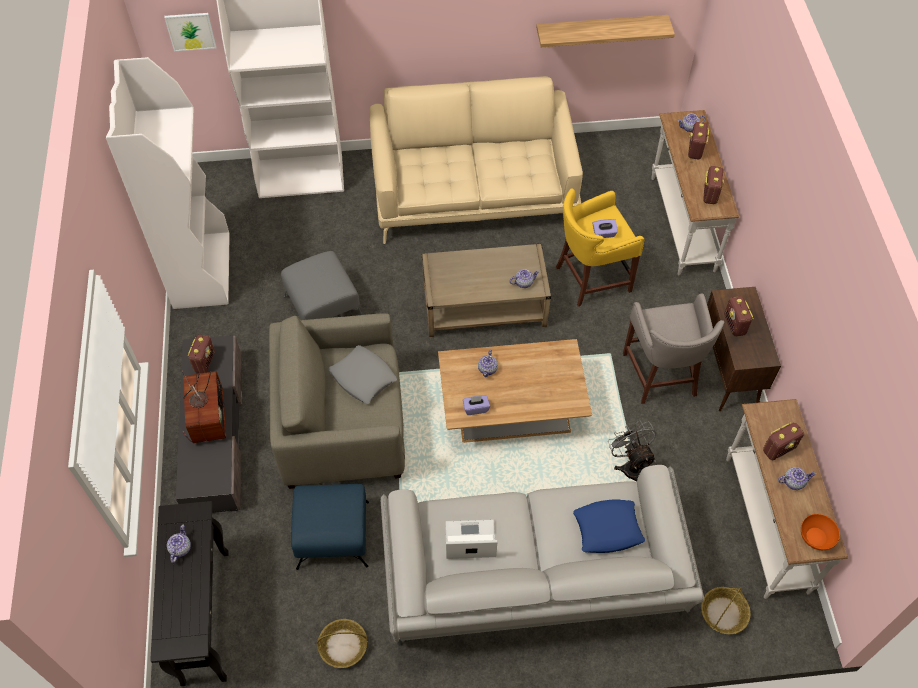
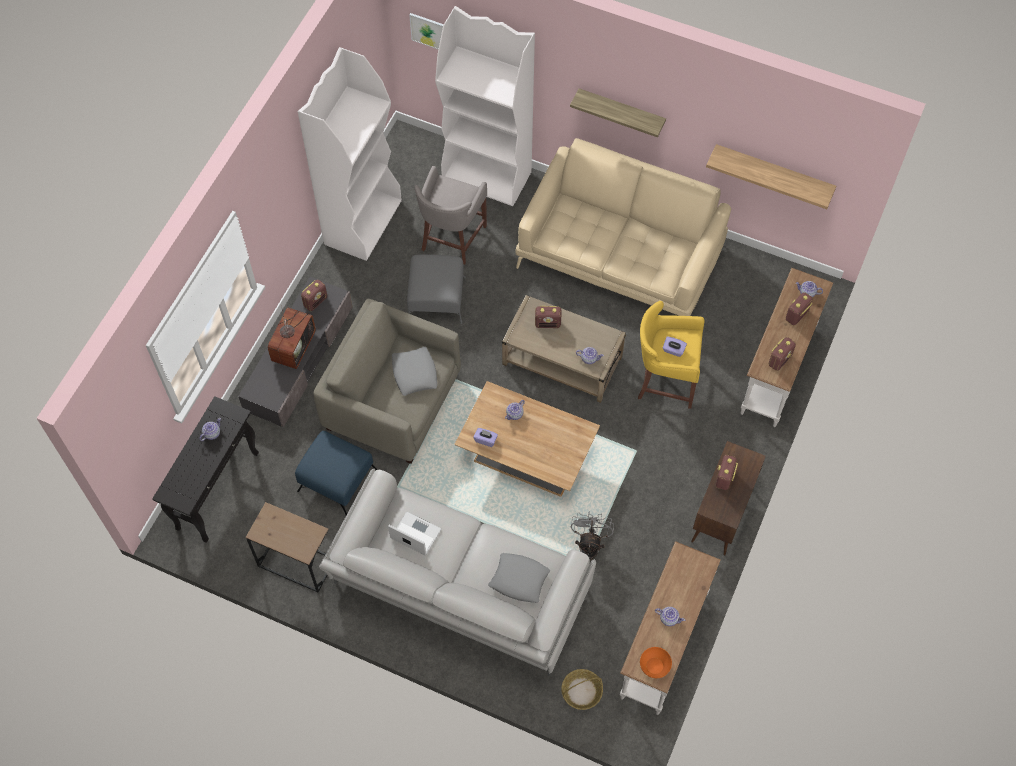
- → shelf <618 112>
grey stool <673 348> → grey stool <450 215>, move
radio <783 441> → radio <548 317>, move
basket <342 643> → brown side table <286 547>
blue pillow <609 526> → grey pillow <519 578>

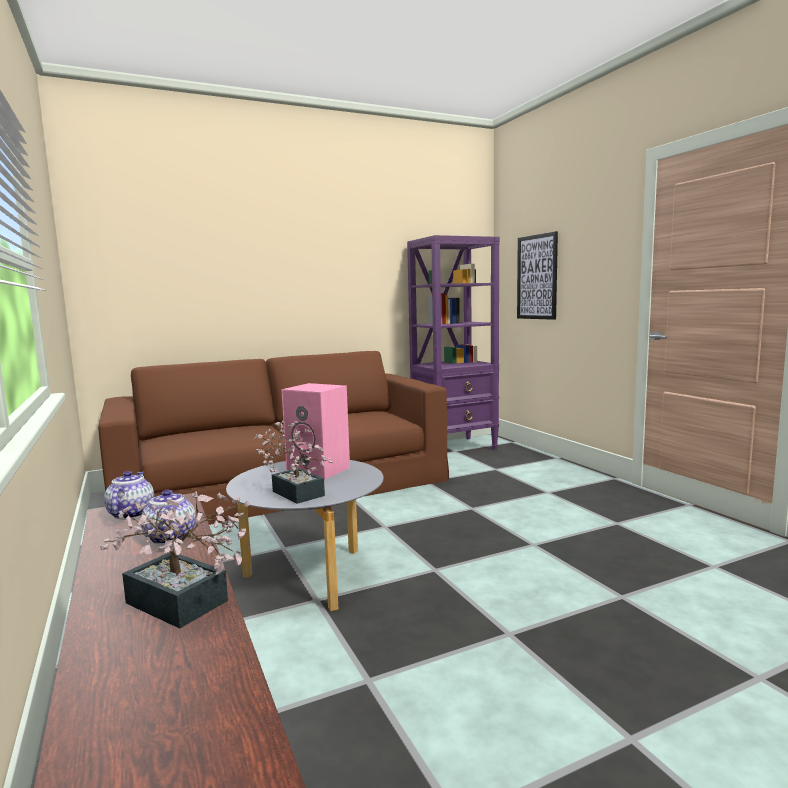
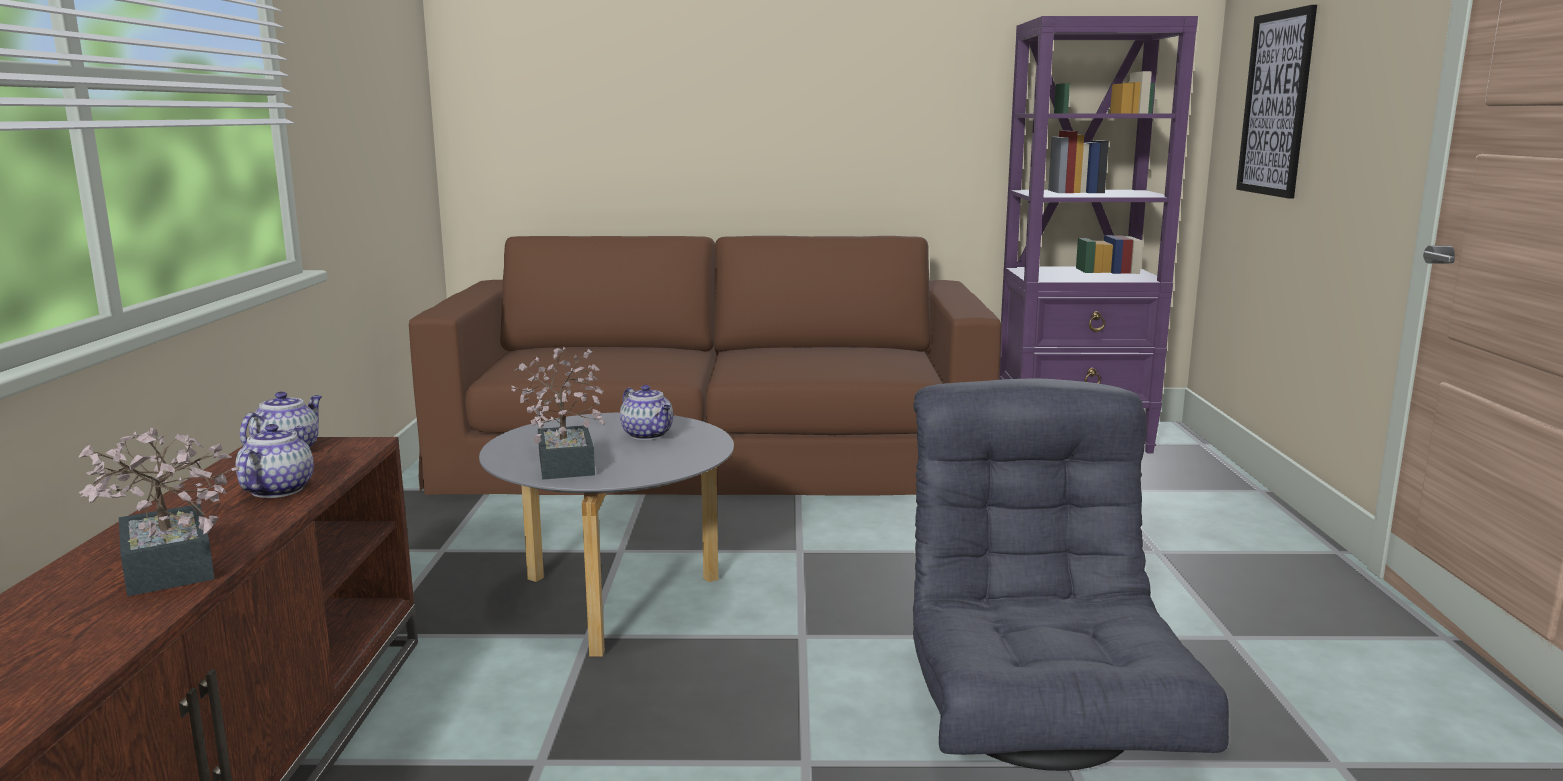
- → grey armchair <1071 575>
pink speaker <315 431> → teapot <646 412>

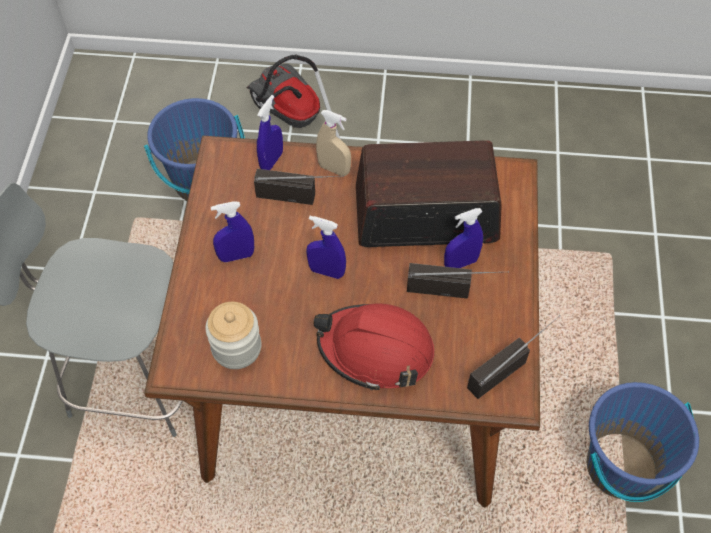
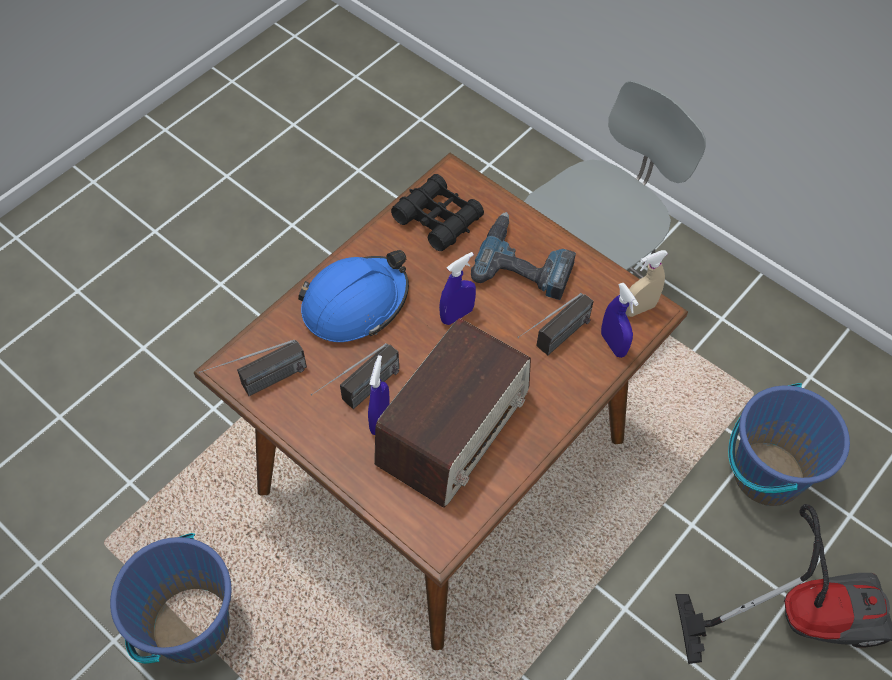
beige spray bottle <333 143> → beige spray bottle <647 283>, move
jar <233 335> → black binoculars <437 212>
blue spray bottle <232 231> → power drill <523 256>
red hard hat <374 347> → blue hard hat <353 296>
radio <513 357> → radio <253 367>, 60 degrees clockwise

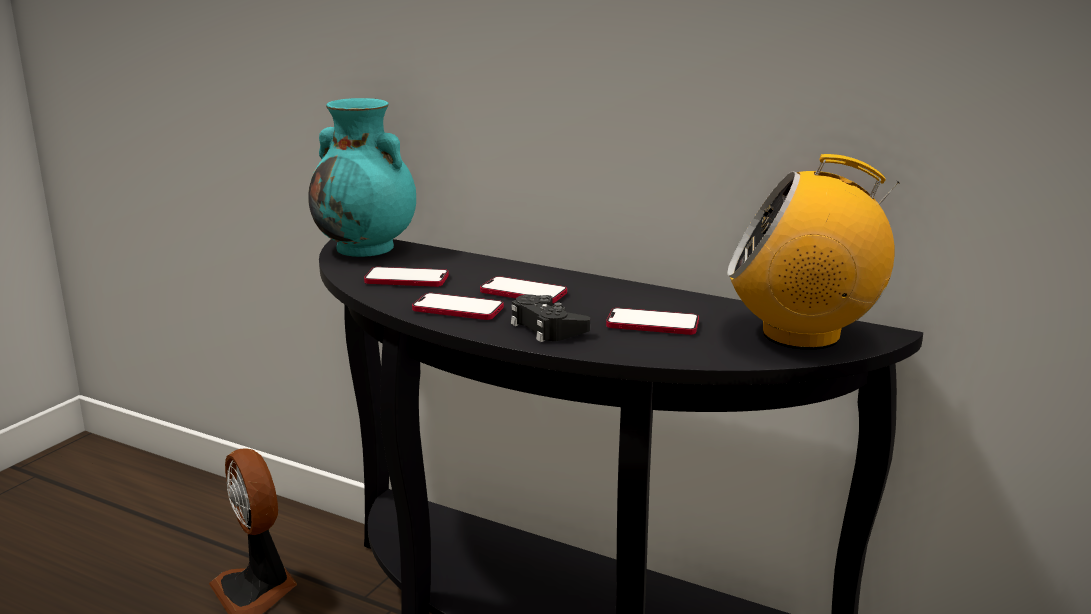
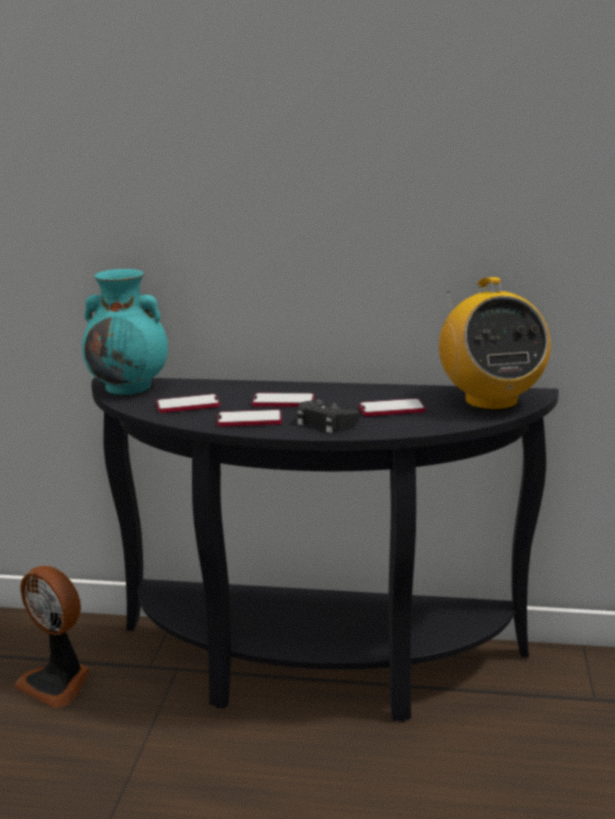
radio <813 252> → radio <495 344>, 90 degrees counterclockwise

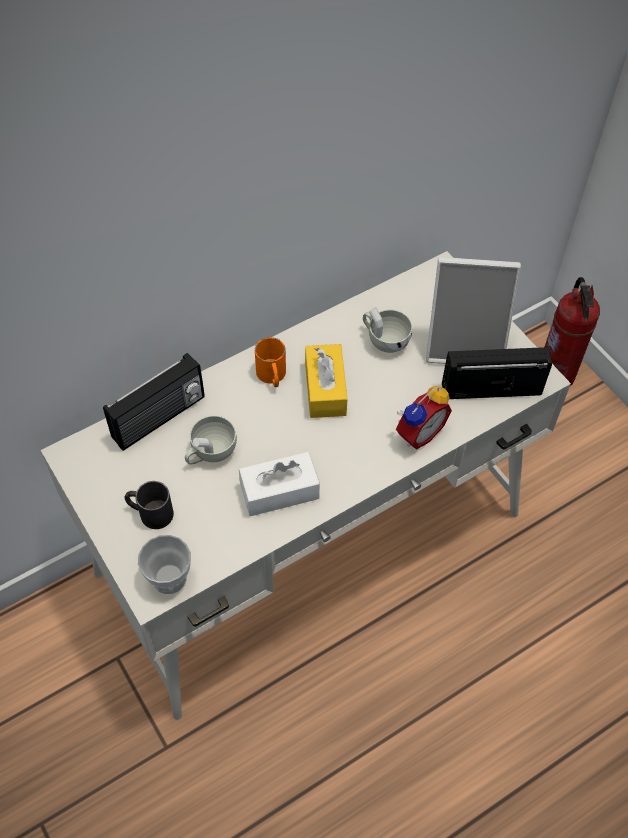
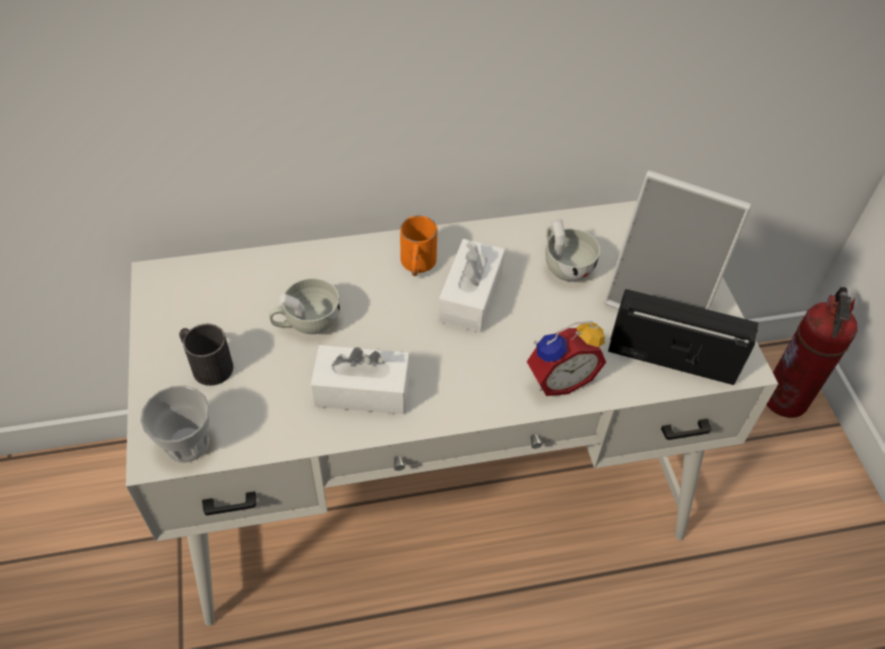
radio <154 402> → -
yellow tissue box <326 381> → white tissue box <471 285>

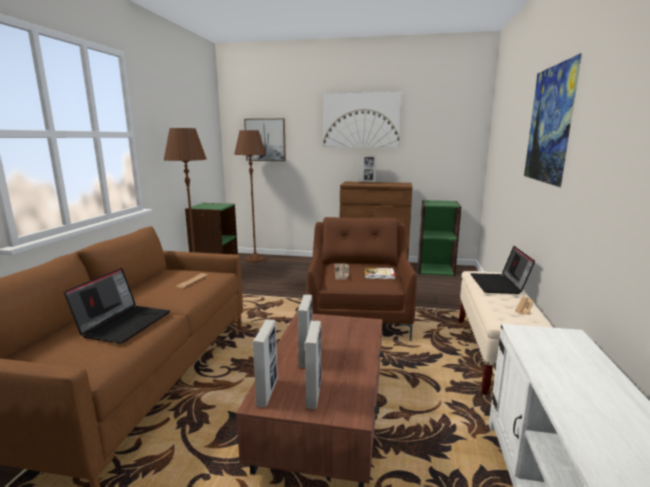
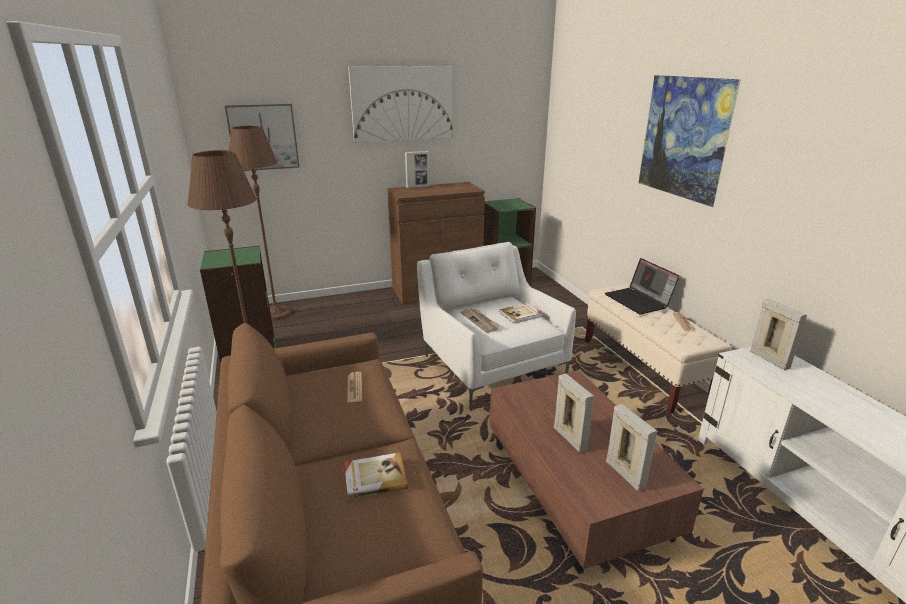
picture frame <265 363> → picture frame <778 334>, move
laptop <117 306> → book <376 476>
brown armchair <362 279> → white armchair <496 325>

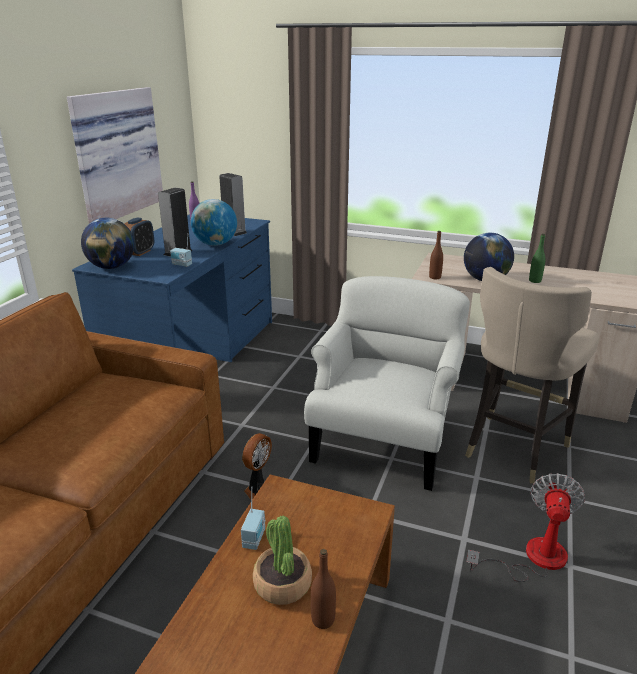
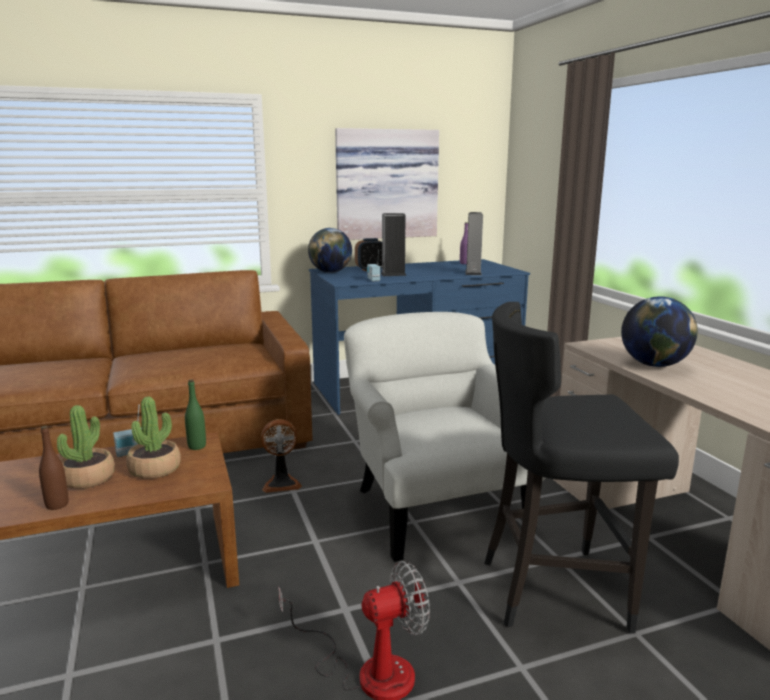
globe <214 222> → -
brown bottle <436 255> → -
- → potted plant <153 438>
green bottle <537 258> → green bottle <195 414>, move
beige stool <532 375> → black stool <581 468>
white armchair <387 383> → white armchair <444 437>, 90 degrees counterclockwise

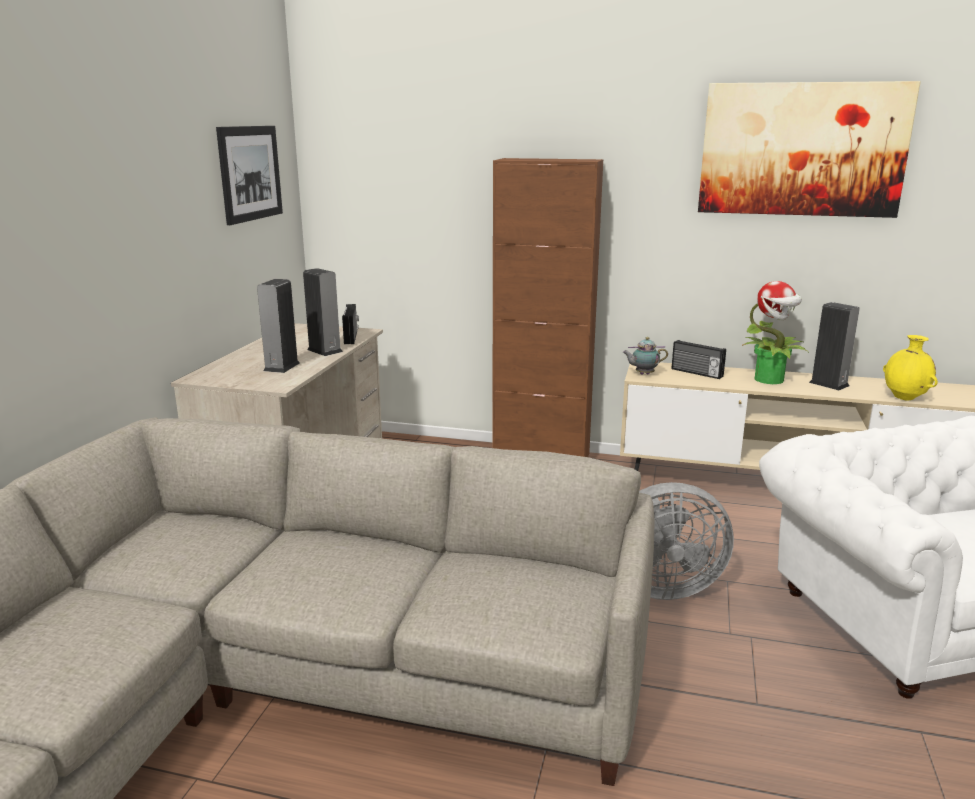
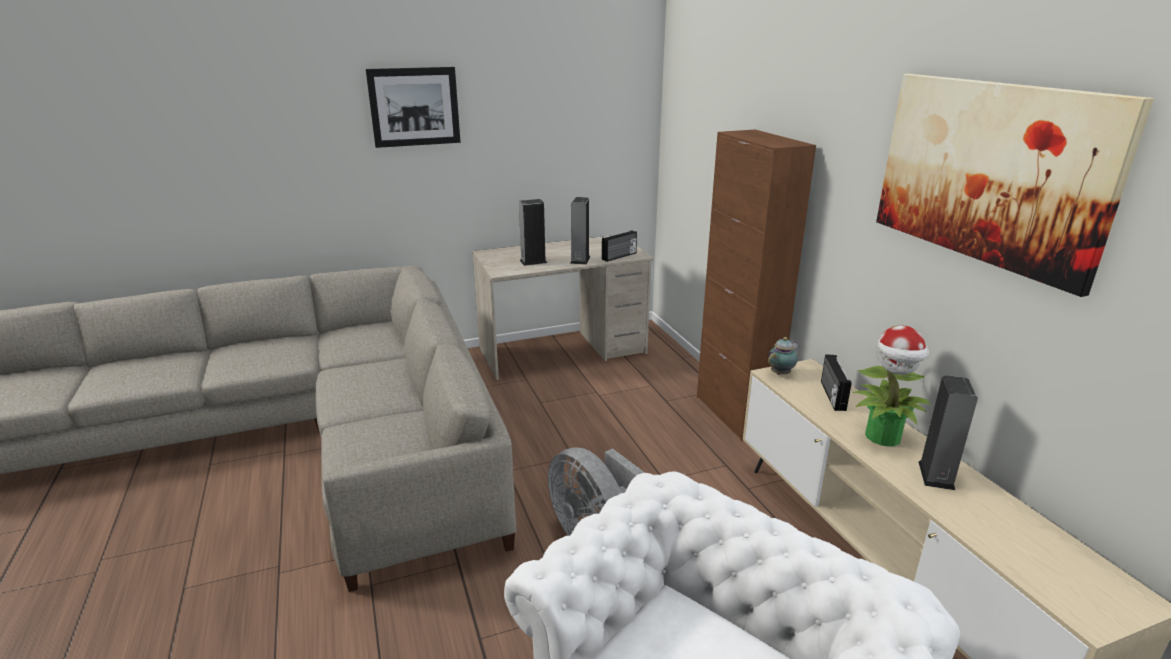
yellow vase <910 368> → -
picture <249 175> → picture <413 107>, move
teapot <645 356> → teapot <783 356>, 90 degrees clockwise

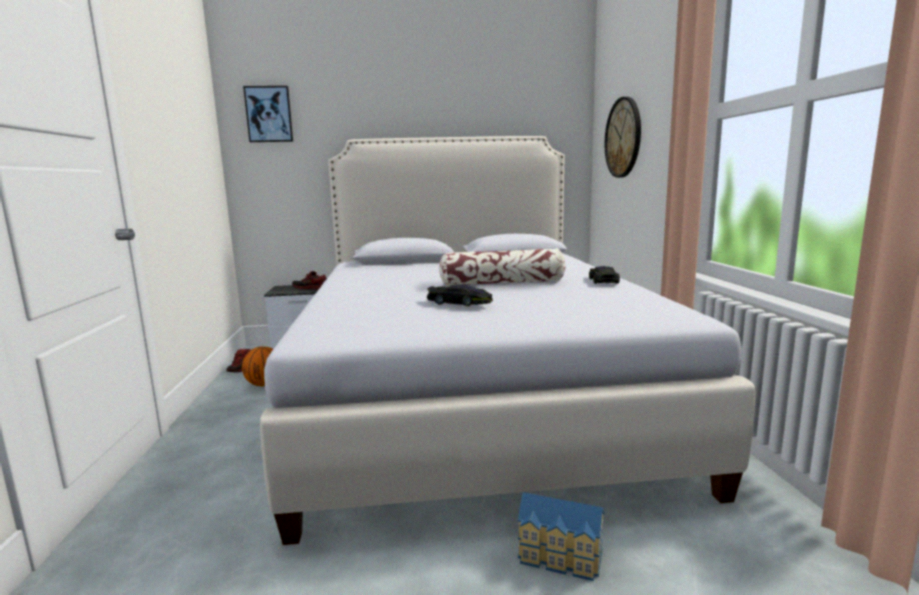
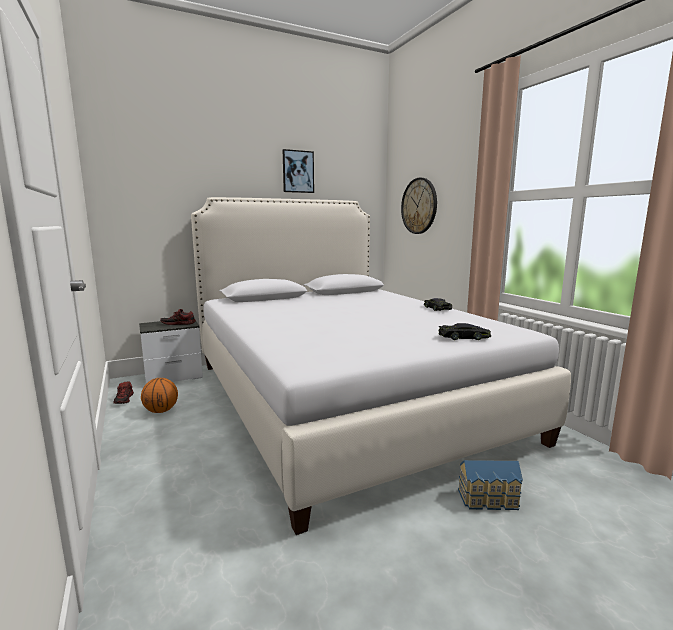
pillow <502 267> → -
picture <268 114> → picture <298 171>, move
black toy car <460 295> → black toy car <464 331>, move

